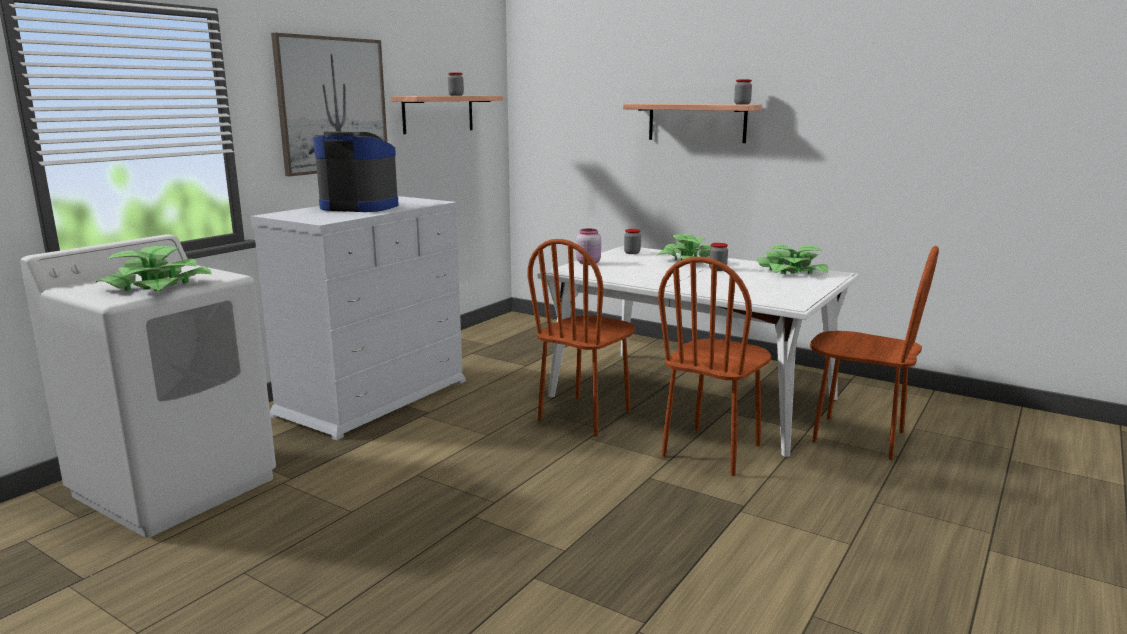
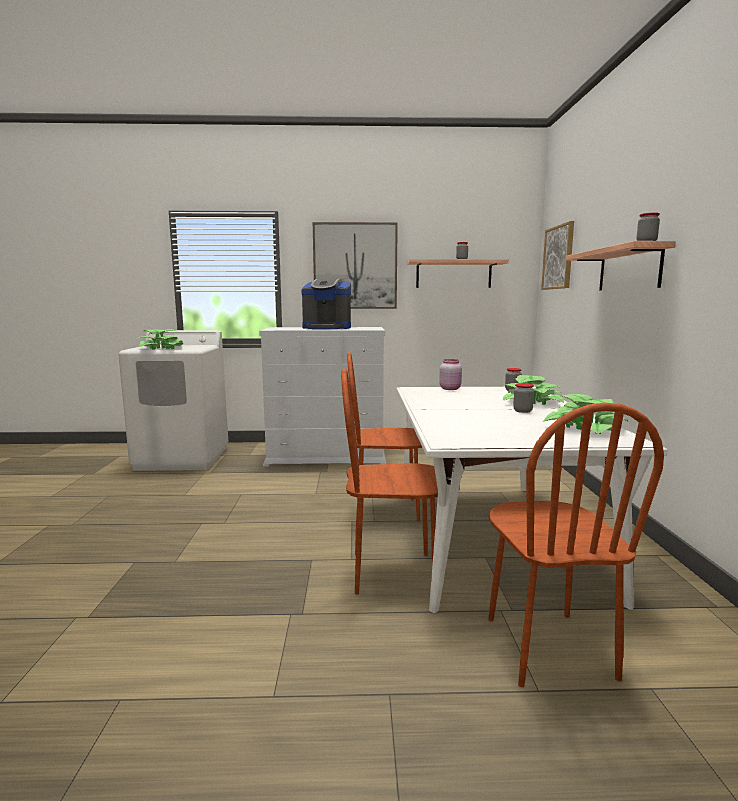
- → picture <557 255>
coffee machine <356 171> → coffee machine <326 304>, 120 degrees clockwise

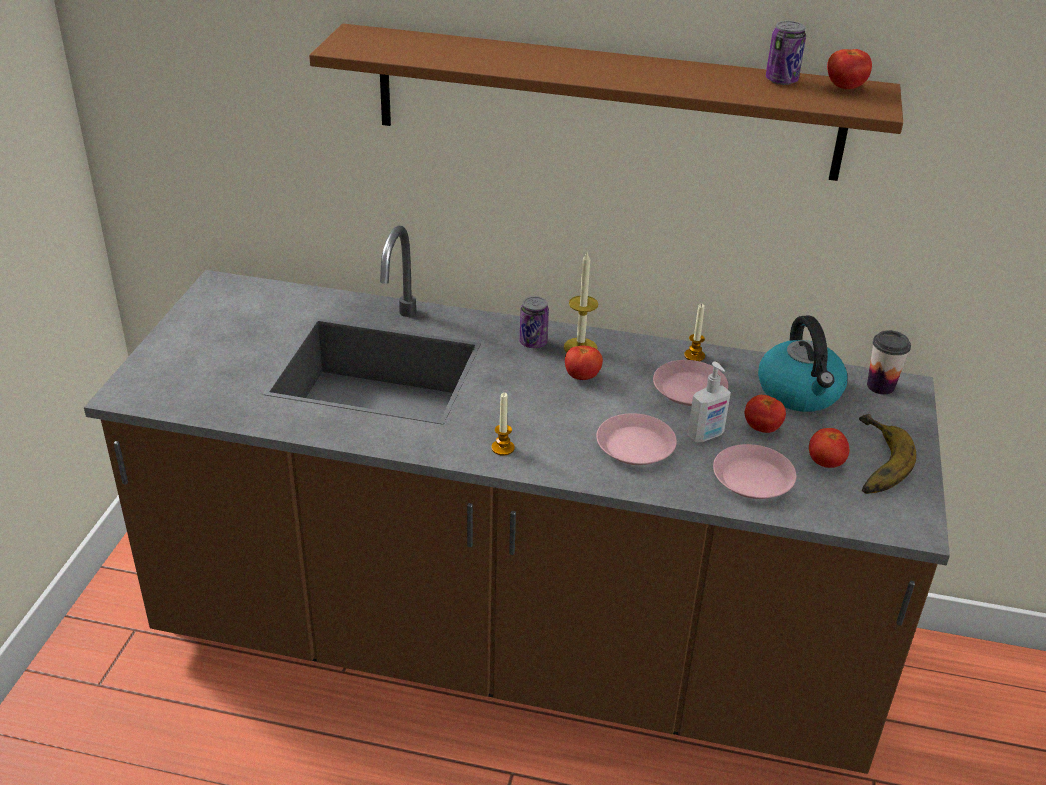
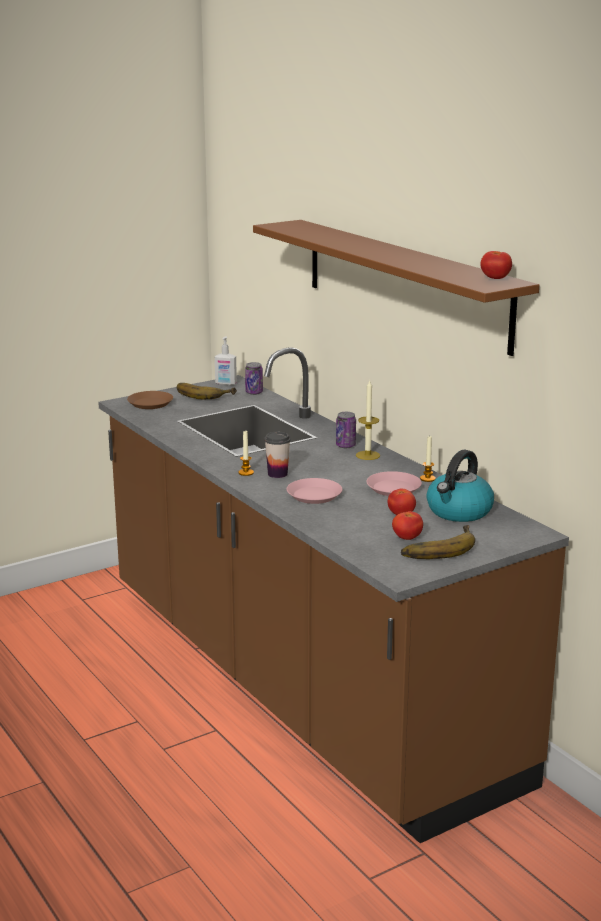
tomato <584 363> → -
pink plate <754 471> → -
- → brown plate <150 400>
- → banana <207 391>
soap dispenser <709 401> → soap dispenser <226 361>, move
can <786 53> → can <254 378>, move
cup <889 362> → cup <277 455>, move

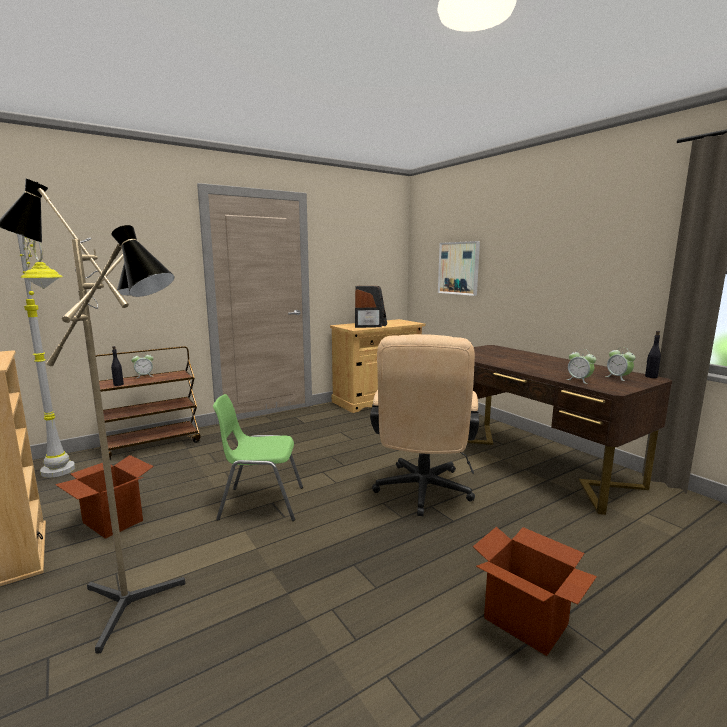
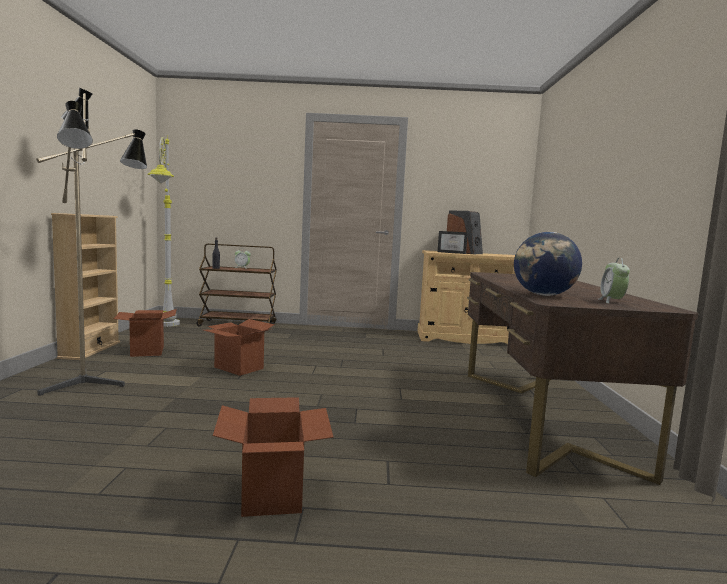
beige office chair <424 425> → -
picture <459 268> → -
black bottle <653 354> → -
green chair <258 457> → cardboard box <238 347>
alarm clock <581 366> → globe <548 264>

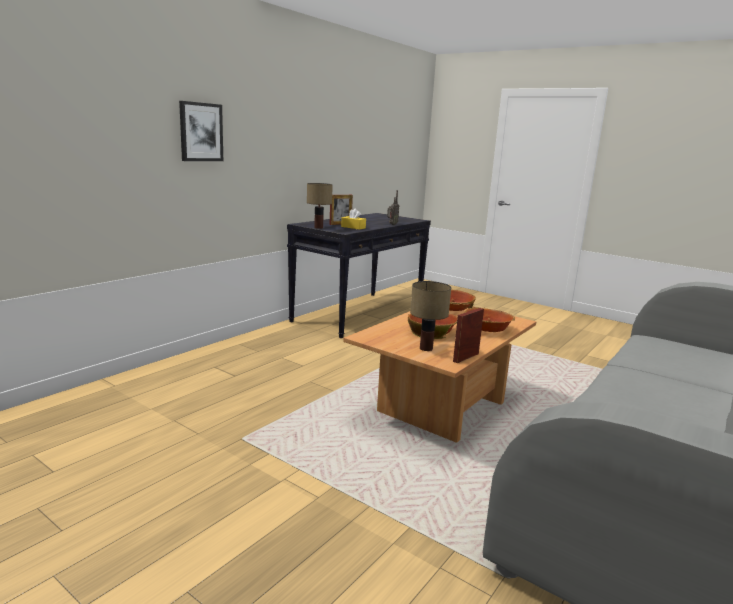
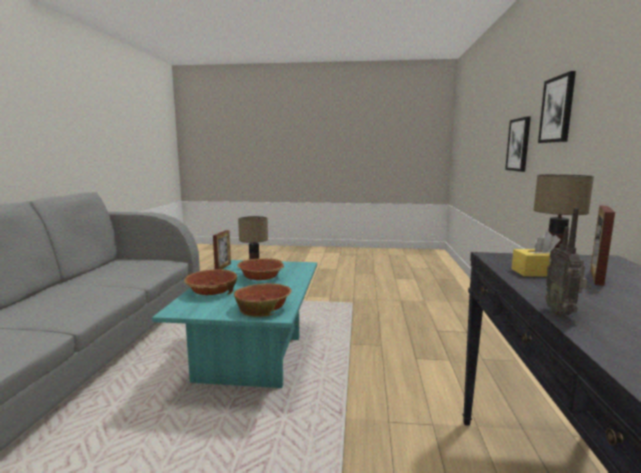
- → picture <518 144>
brown coffee table <439 374> → turquoise coffee table <234 324>

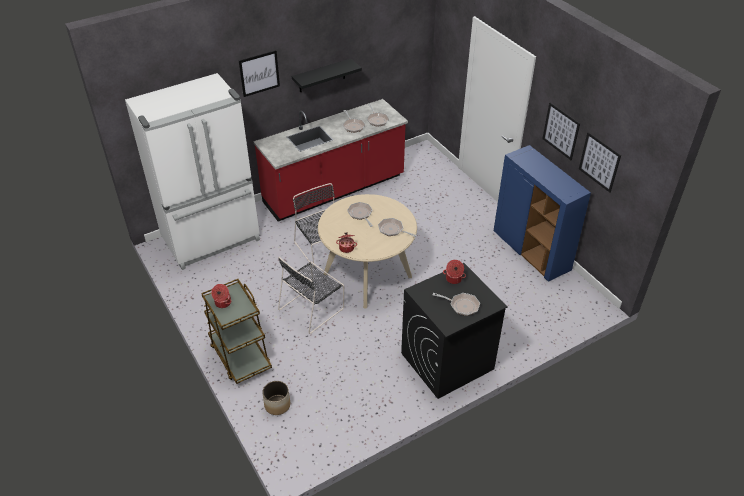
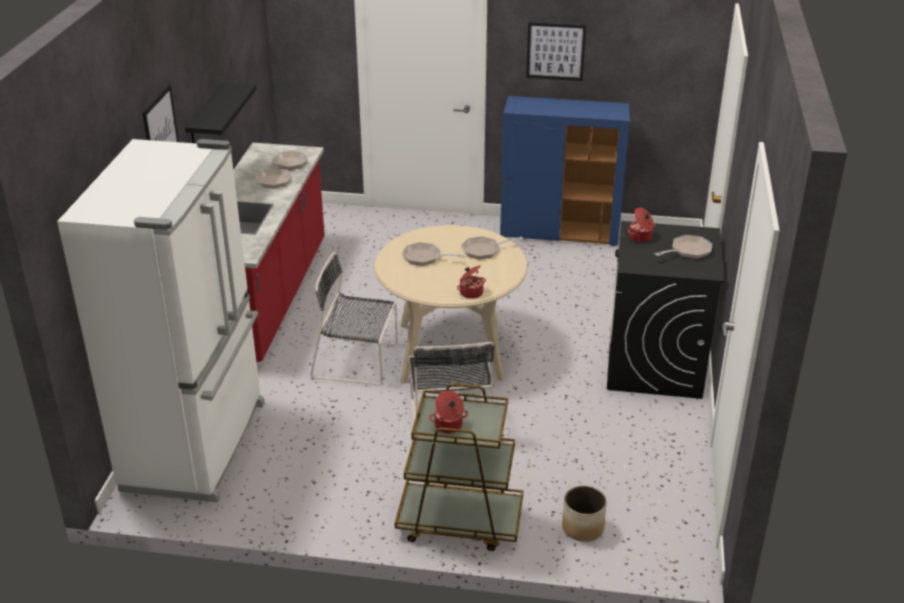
picture <600 162> → -

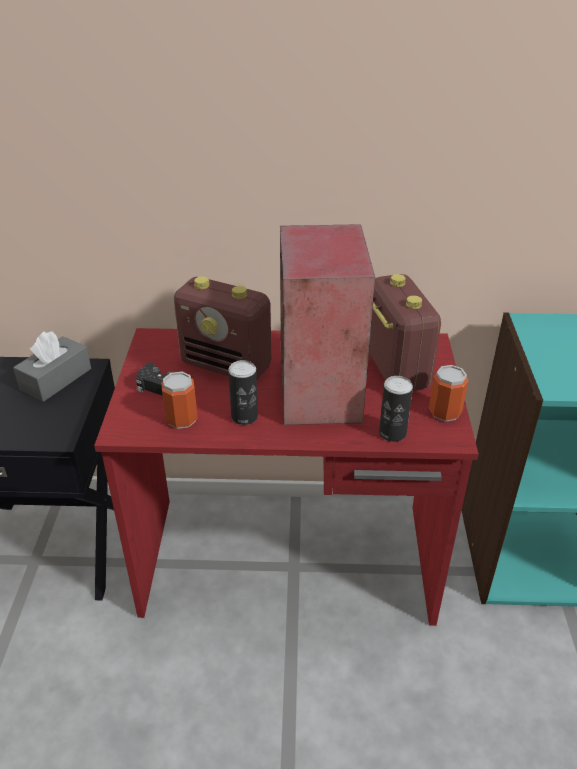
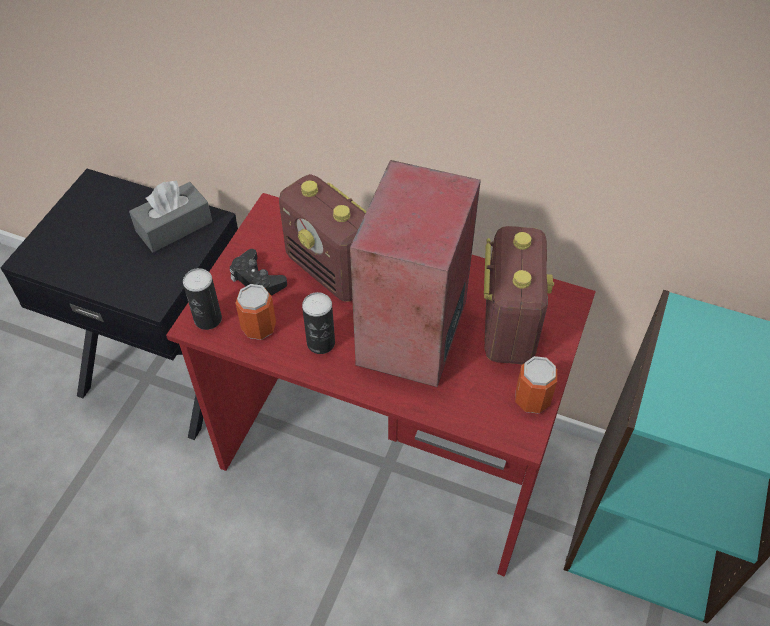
can <396 409> → can <202 299>, move

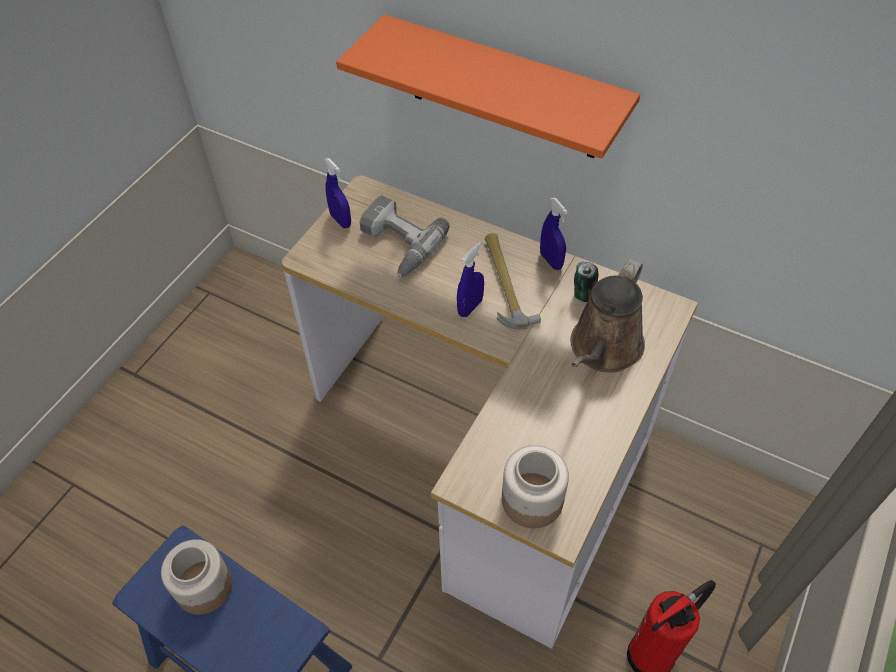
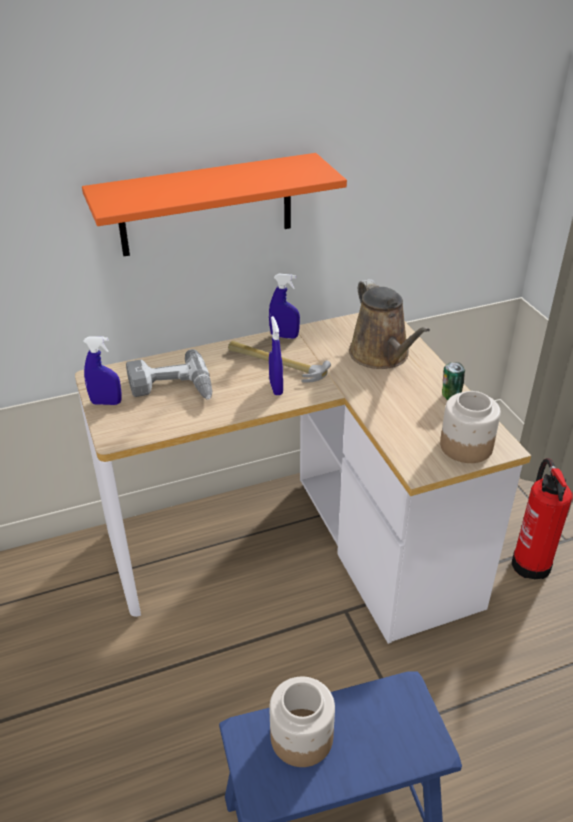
can <586 282> → can <453 381>, move

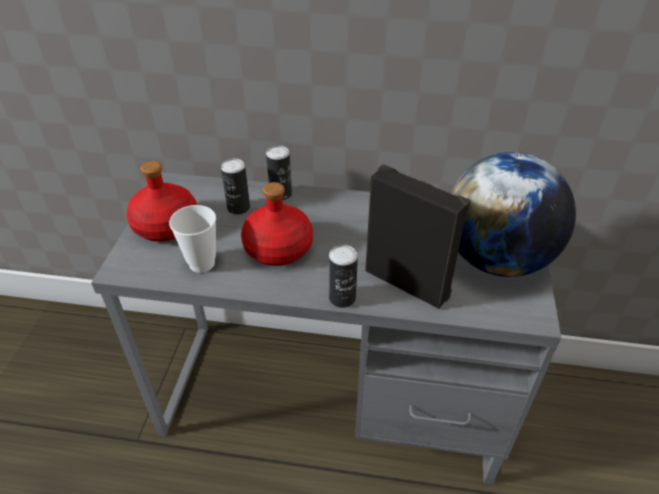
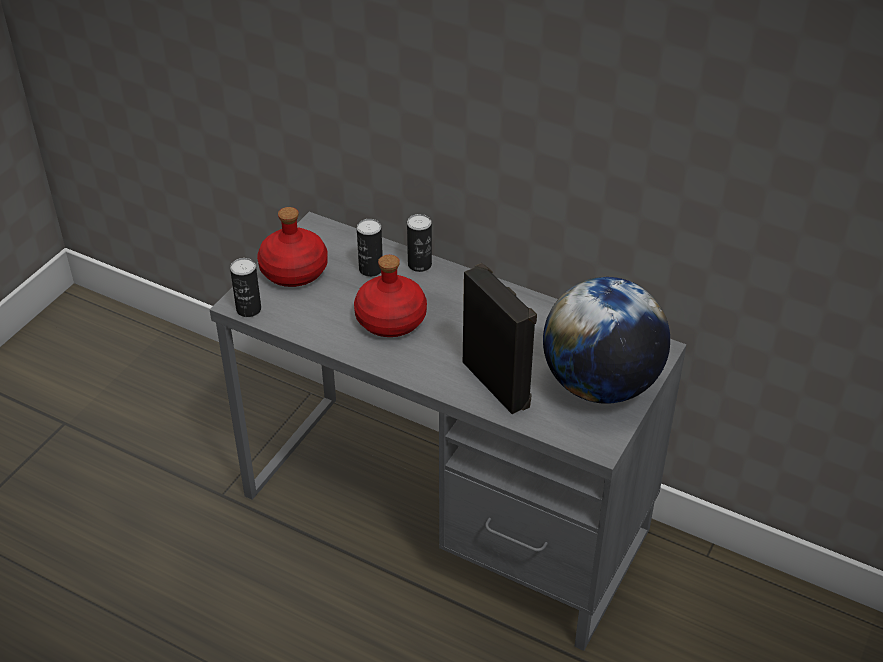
cup <192 239> → -
can <343 276> → can <245 287>, move

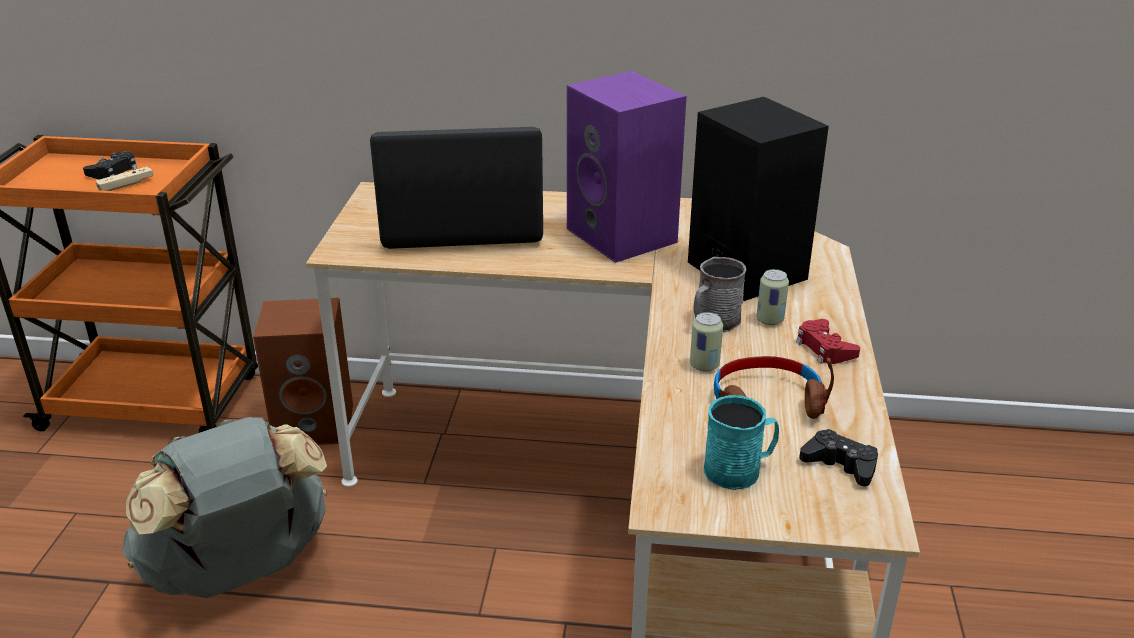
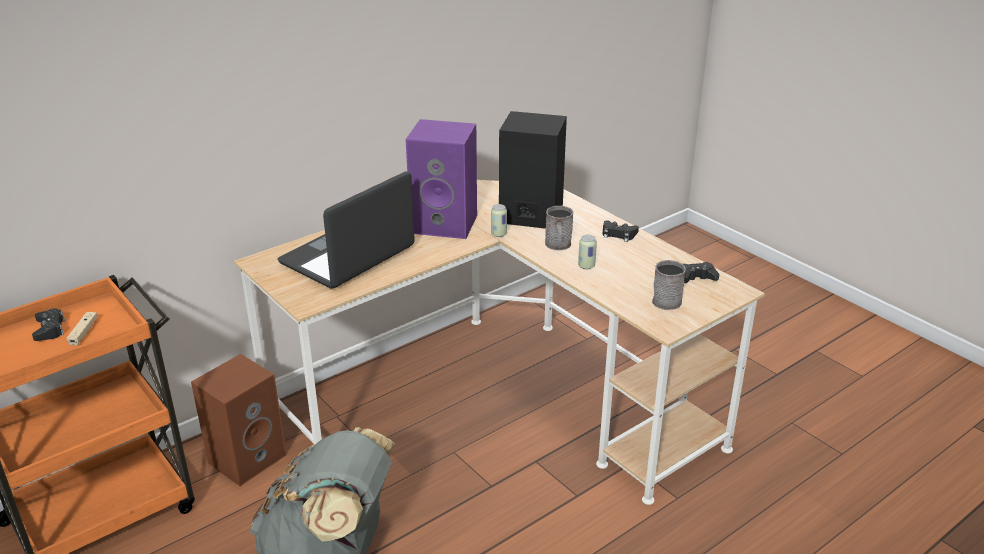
brown headphones <774 387> → -
can <772 297> → can <499 220>, move
turquoise mug <741 442> → grey mug <669 285>
red game controller <828 341> → black game controller <621 231>

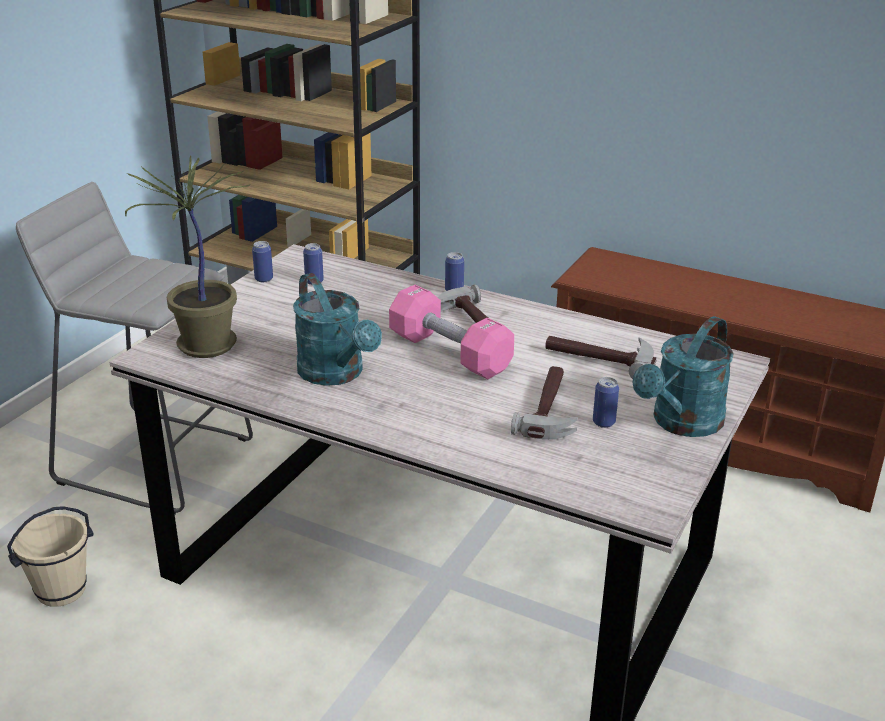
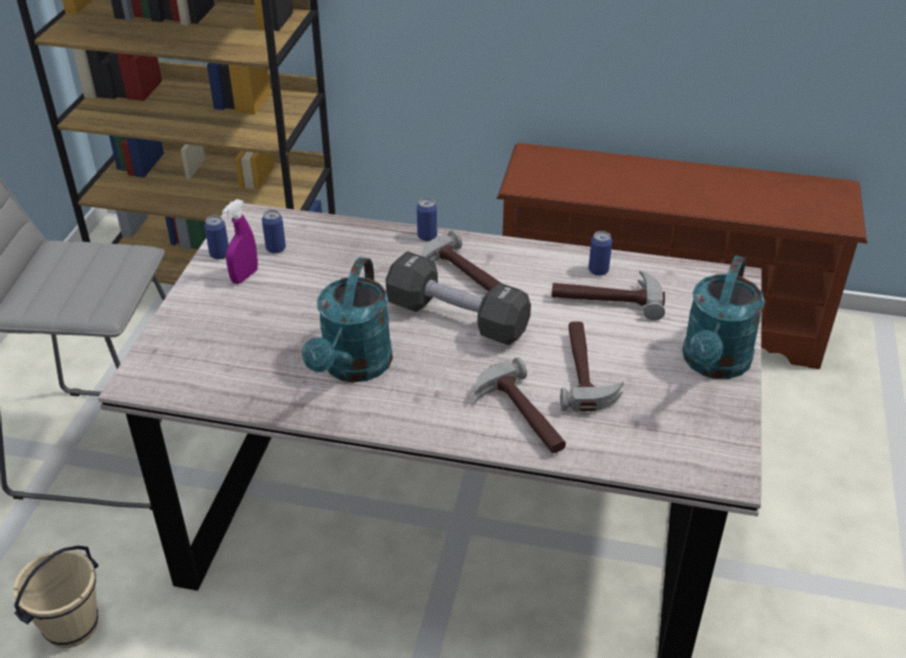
potted plant <188 256> → -
- → purple spray bottle <240 241>
- → hammer <520 405>
can <606 402> → can <600 253>, move
pink dumbbell <451 332> → black dumbbell <458 298>
turquoise watering can <337 329> → turquoise watering can <347 319>, 60 degrees clockwise

